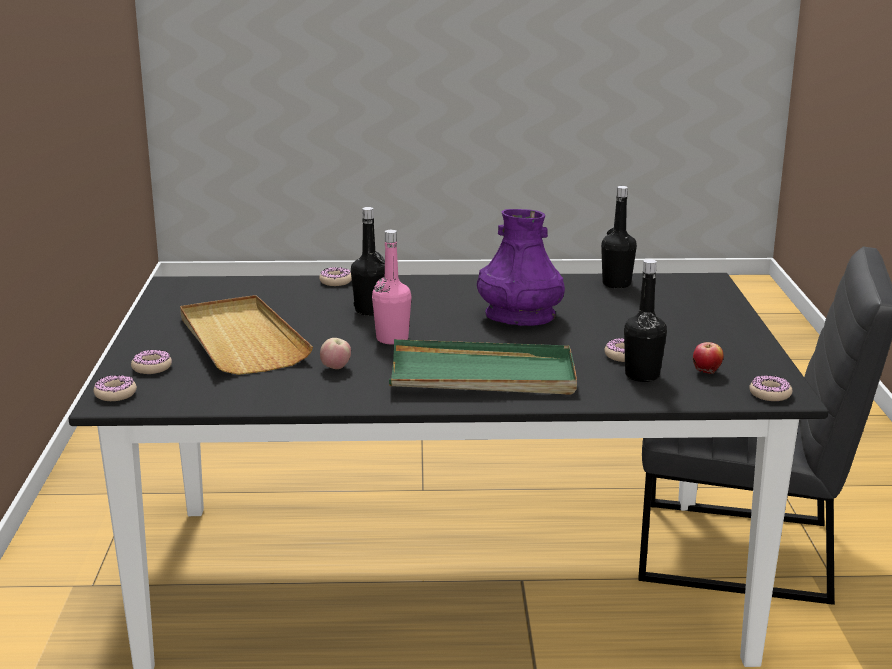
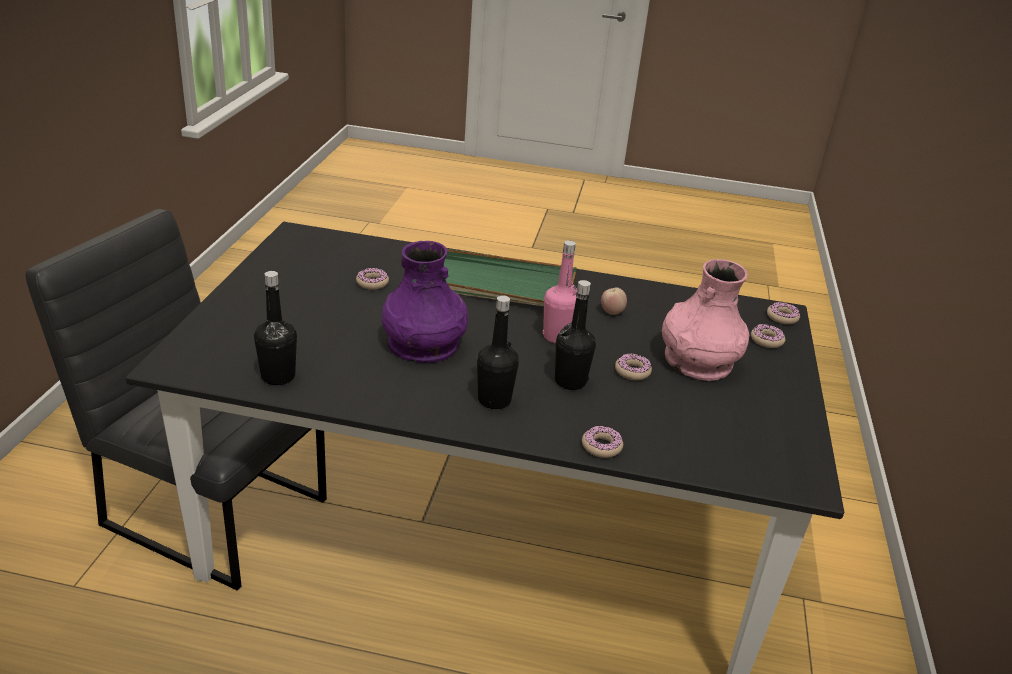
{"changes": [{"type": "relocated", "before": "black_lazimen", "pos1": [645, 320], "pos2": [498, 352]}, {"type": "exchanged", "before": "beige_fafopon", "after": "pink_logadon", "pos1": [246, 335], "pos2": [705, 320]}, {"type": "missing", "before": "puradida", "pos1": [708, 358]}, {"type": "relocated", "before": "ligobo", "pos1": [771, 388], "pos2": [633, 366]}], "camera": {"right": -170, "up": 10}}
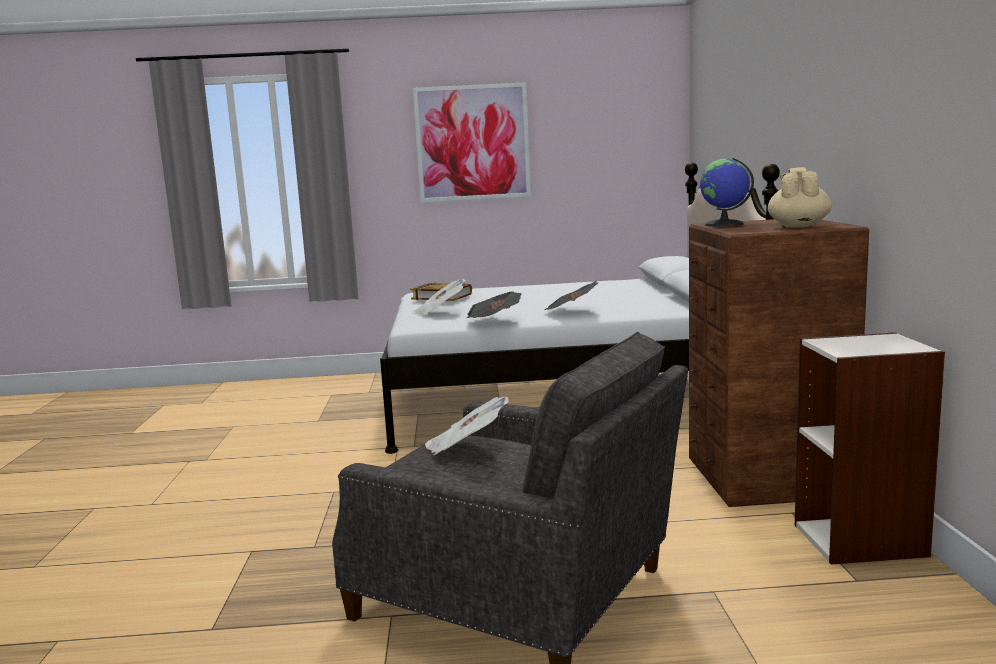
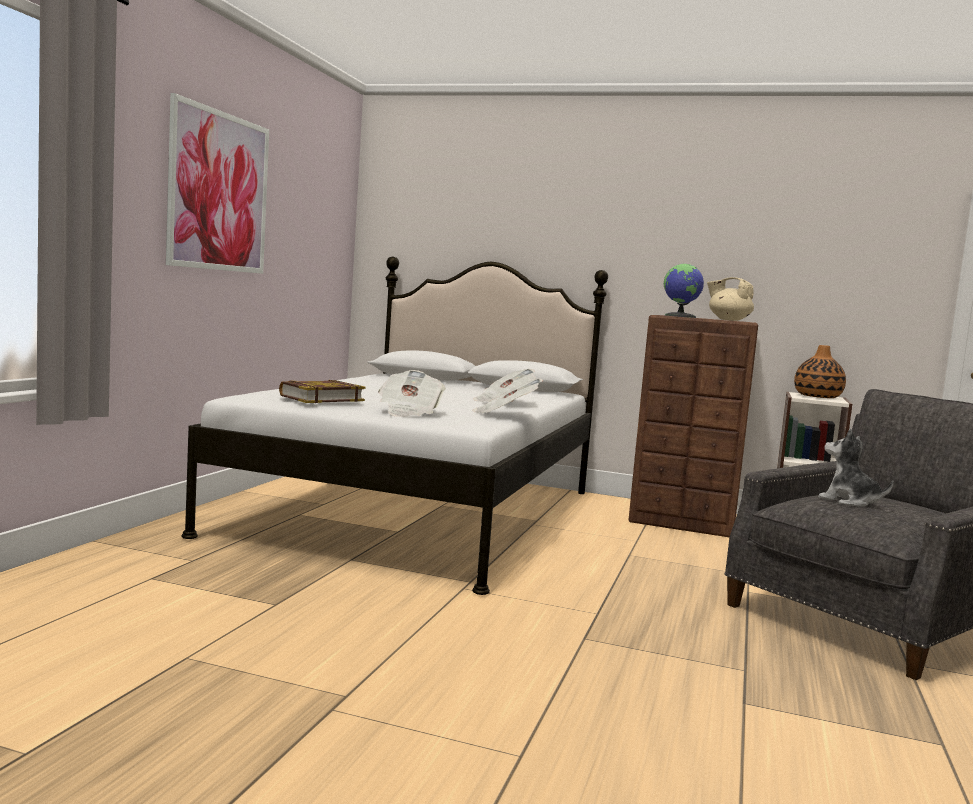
{"changes": [{"type": "exchanged", "before": "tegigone", "after": "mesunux", "pos1": [467, 426], "pos2": [856, 467]}, {"type": "appeared", "after": "logadon", "pos2": [820, 371]}], "camera": {"right": -70, "up": -5}}
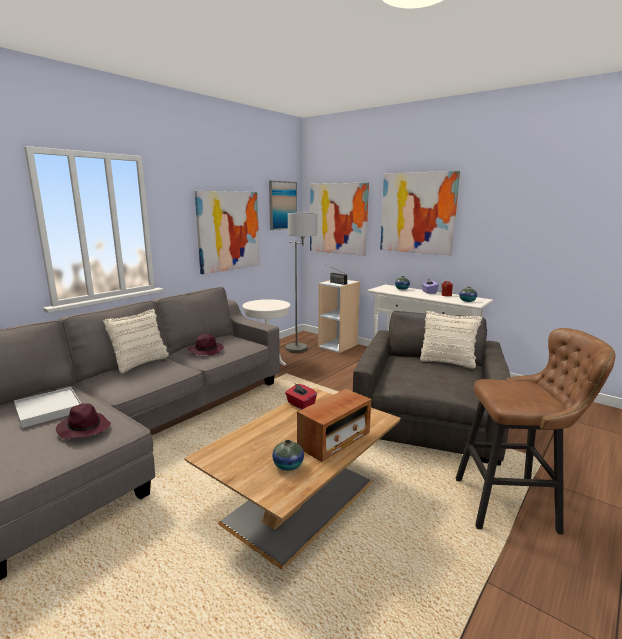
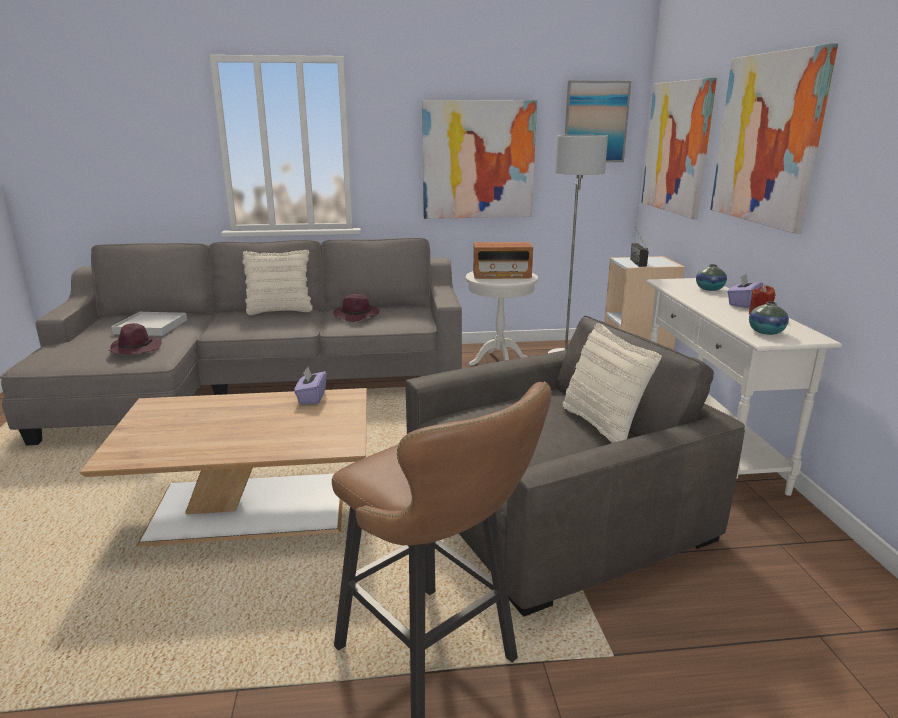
{"changes": [{"type": "colour", "before": "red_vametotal", "after": "purple_vametotal", "pos1": [301, 396], "pos2": [310, 385]}, {"type": "relocated", "before": "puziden", "pos1": [334, 425], "pos2": [503, 260]}, {"type": "missing", "before": "logadon", "pos1": [288, 455]}], "camera": {"right": 45, "up": 5}}
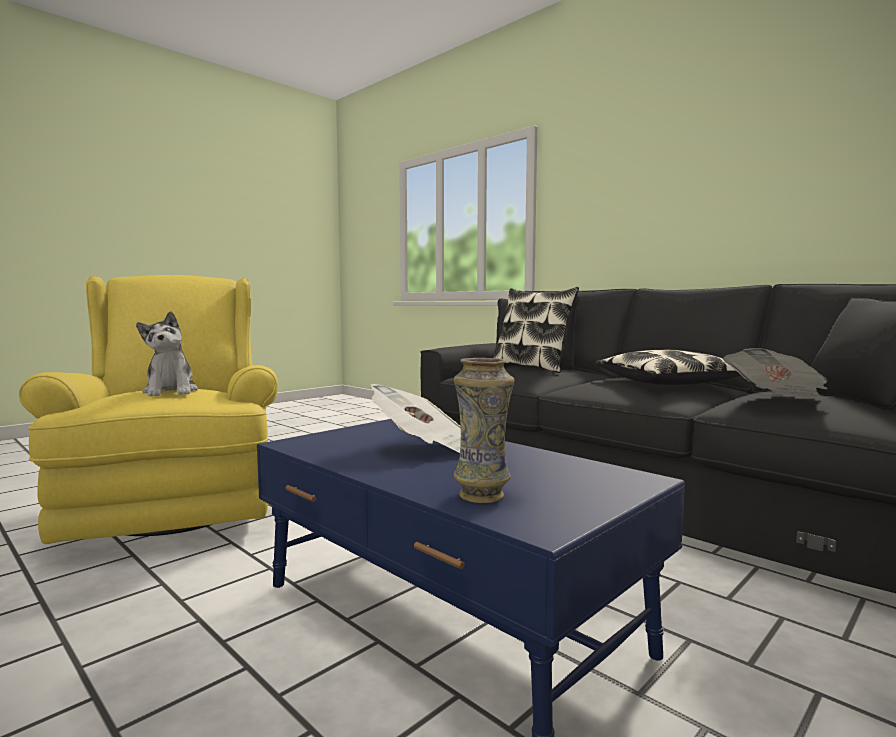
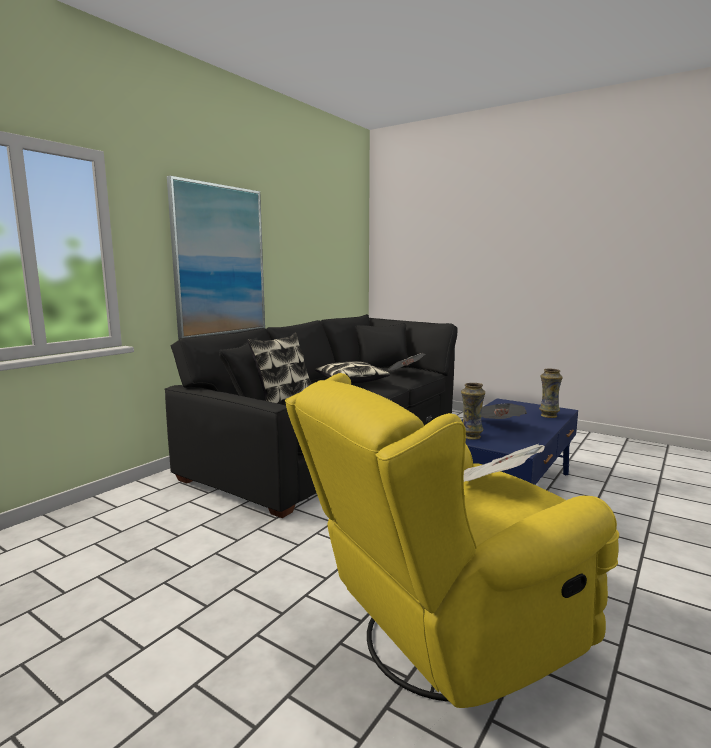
{"changes": [{"type": "exchanged", "before": "mesunux", "after": "tegigone", "pos1": [167, 353], "pos2": [504, 463]}, {"type": "appeared", "after": "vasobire", "pos2": [216, 257]}, {"type": "appeared", "after": "logadon", "pos2": [473, 411]}], "camera": {"right": -100, "up": 5}}
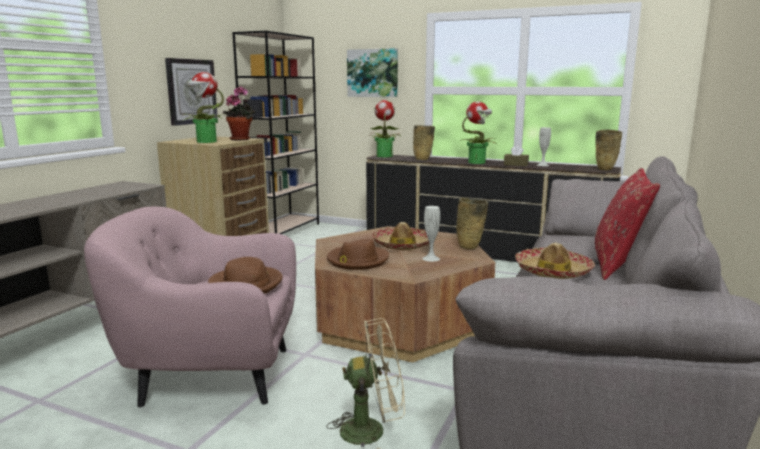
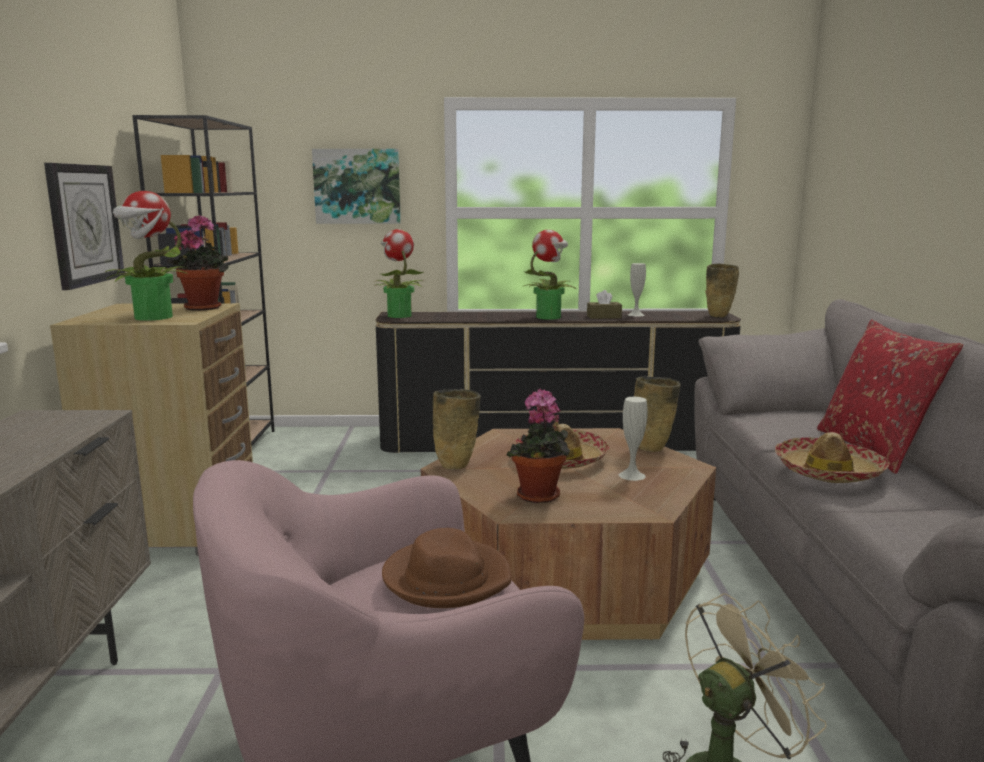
{"changes": [{"type": "relocated", "before": "beige_logadon", "pos1": [424, 142], "pos2": [457, 429]}, {"type": "exchanged", "before": "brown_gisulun", "after": "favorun", "pos1": [358, 254], "pos2": [538, 446]}], "camera": {"right": -25, "up": 0}}
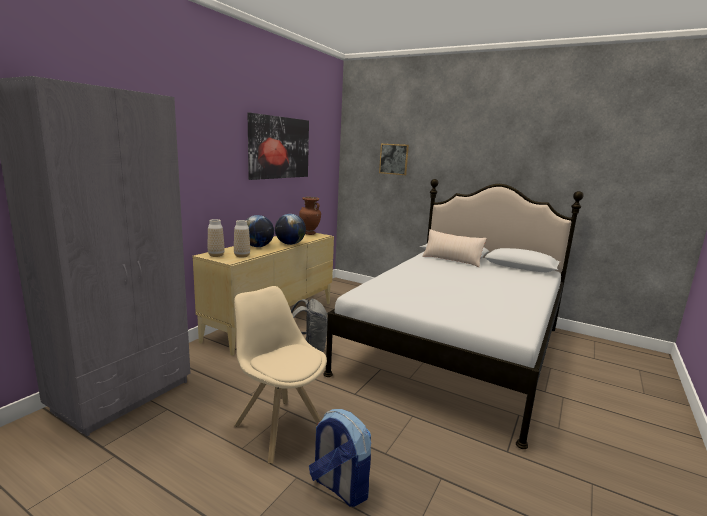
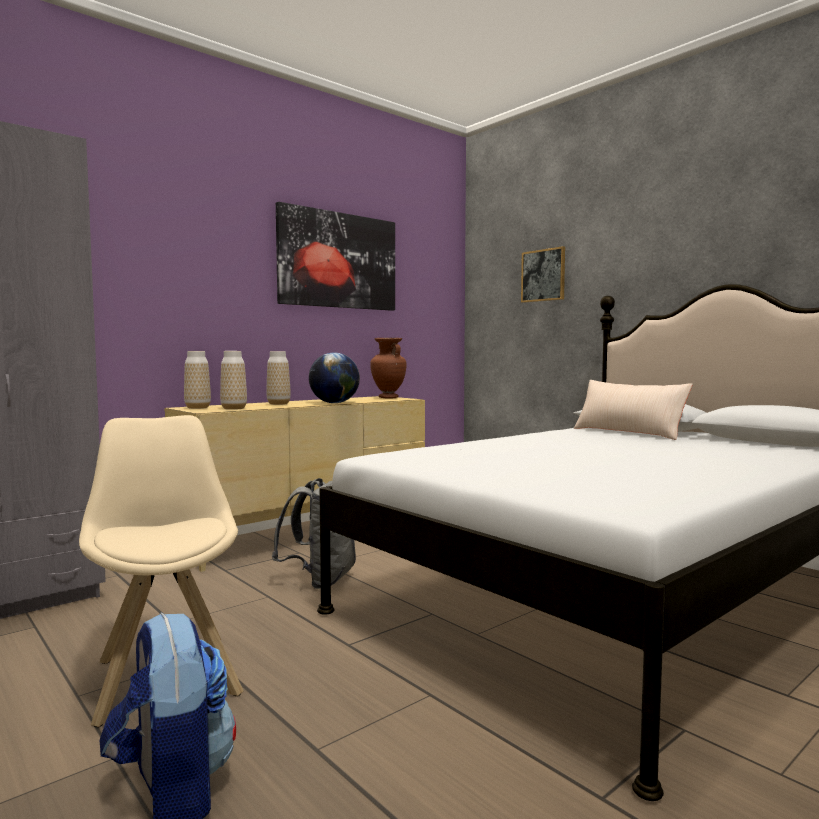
{"changes": [{"type": "exchanged", "before": "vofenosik", "after": "logadon", "pos1": [260, 231], "pos2": [278, 378]}], "camera": {"right": 20, "up": -10}}
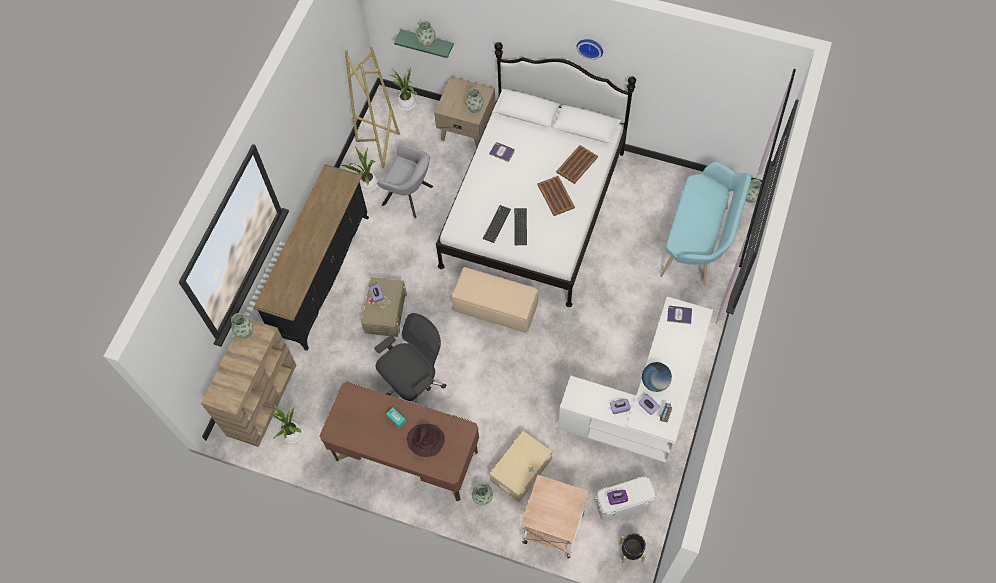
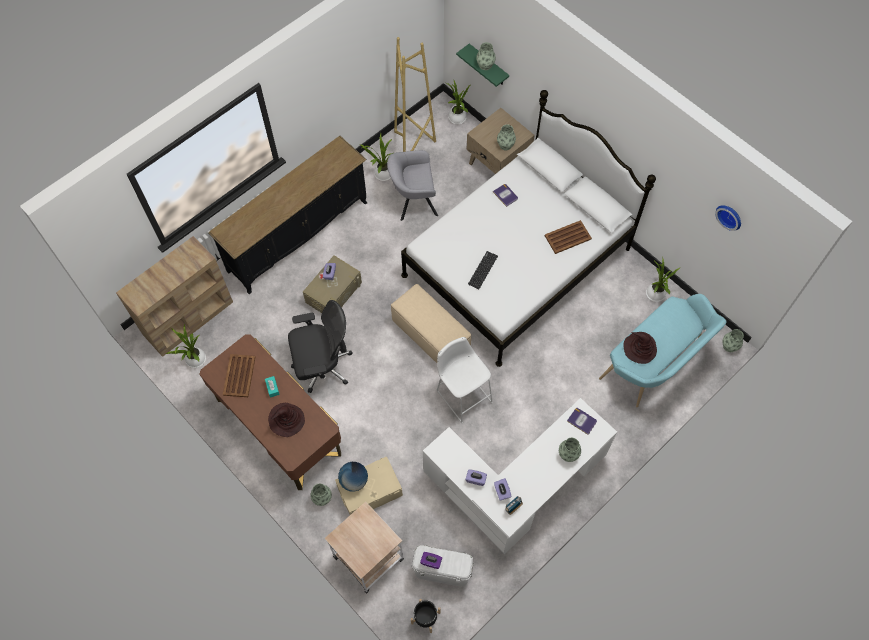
{"changes": [{"type": "relocated", "before": "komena", "pos1": [590, 49], "pos2": [728, 218]}, {"type": "spun", "before": "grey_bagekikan", "pos1": [405, 181], "pos2": [412, 185], "turn": 120}, {"type": "relocated", "before": "brown_fafopon", "pos1": [556, 196], "pos2": [239, 375]}, {"type": "missing", "before": "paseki", "pos1": [497, 224]}, {"type": "relocated", "before": "logadon", "pos1": [242, 325], "pos2": [570, 450]}, {"type": "relocated", "before": "vofenosik", "pos1": [657, 377], "pos2": [353, 477]}, {"type": "appeared", "after": "favorun", "pos2": [663, 280]}, {"type": "appeared", "after": "brown_gisulun", "pos2": [640, 348]}, {"type": "appeared", "after": "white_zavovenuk", "pos2": [464, 380]}], "camera": {"right": 25, "up": 0}}
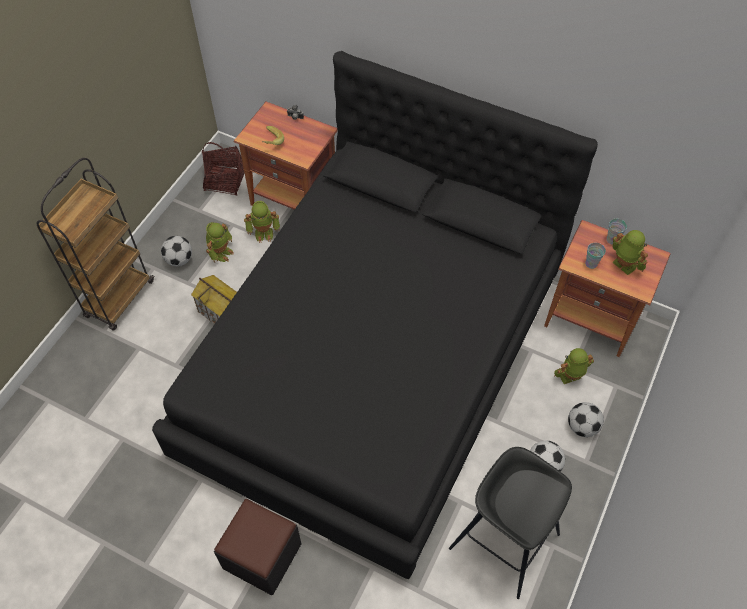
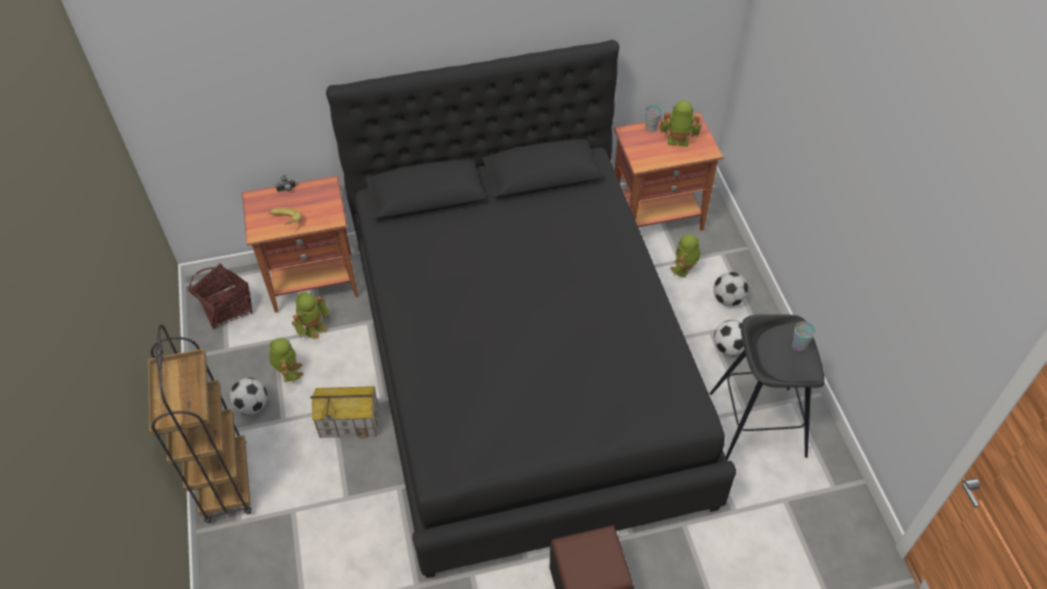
{"changes": [{"type": "relocated", "before": "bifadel", "pos1": [595, 256], "pos2": [804, 336]}], "camera": {"right": -40, "up": -5}}
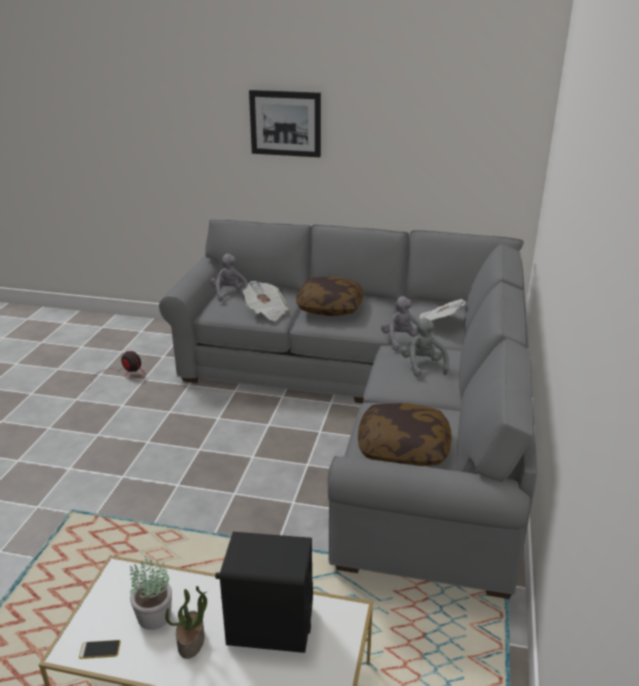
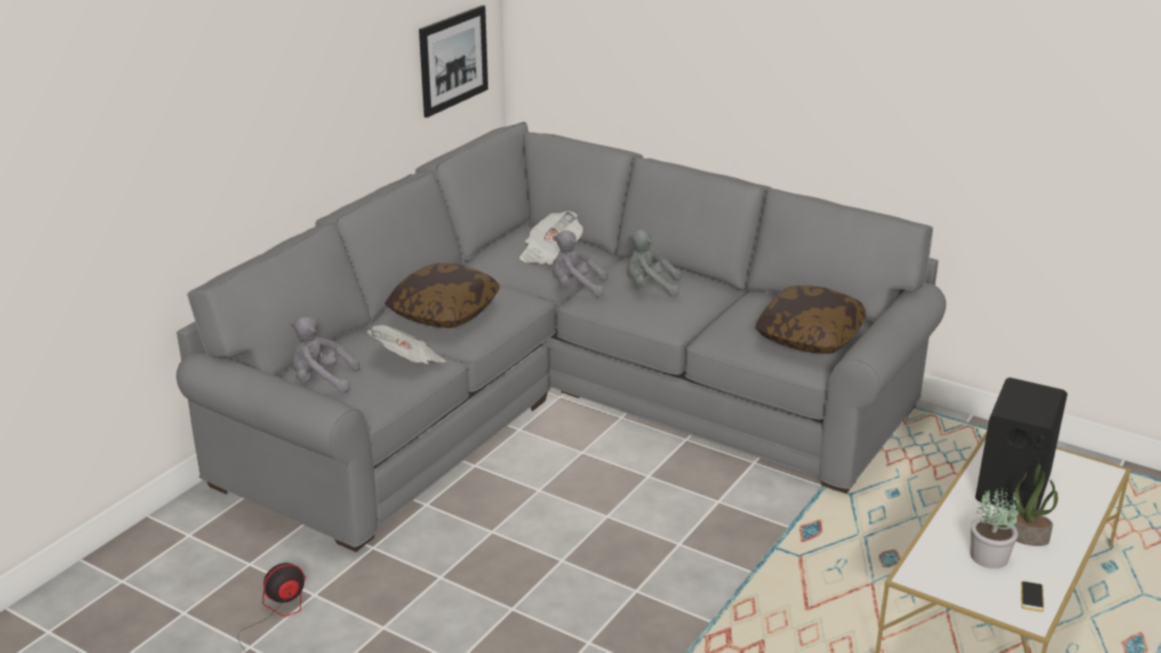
{"changes": [{"type": "relocated", "before": "vasobire", "pos1": [285, 123], "pos2": [453, 61]}], "camera": {"right": -70, "up": 0}}
